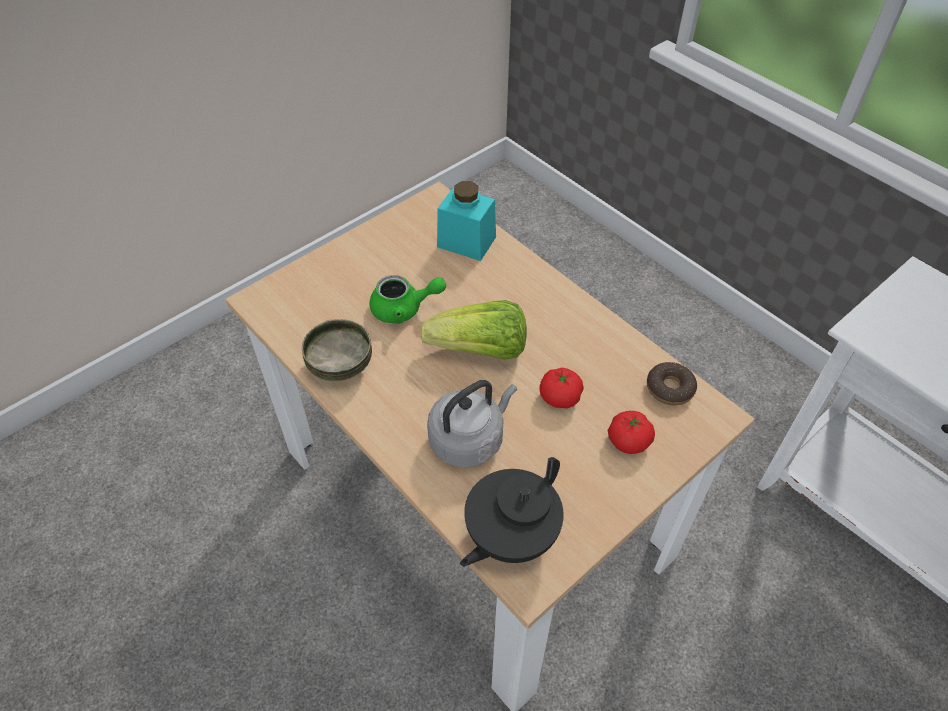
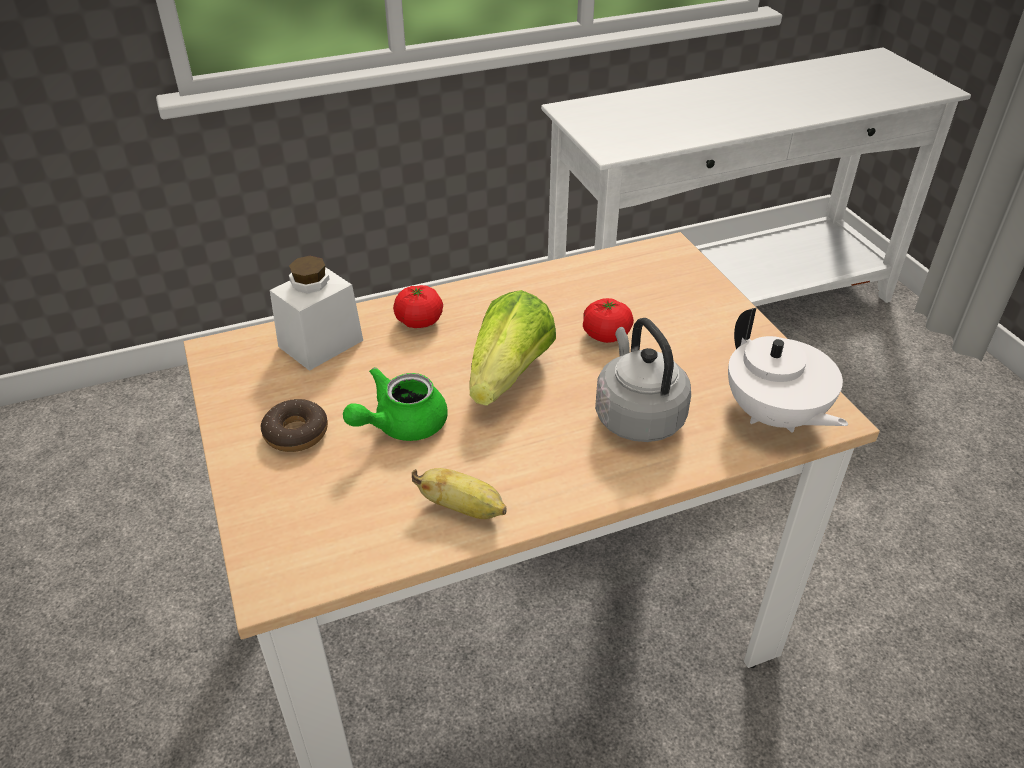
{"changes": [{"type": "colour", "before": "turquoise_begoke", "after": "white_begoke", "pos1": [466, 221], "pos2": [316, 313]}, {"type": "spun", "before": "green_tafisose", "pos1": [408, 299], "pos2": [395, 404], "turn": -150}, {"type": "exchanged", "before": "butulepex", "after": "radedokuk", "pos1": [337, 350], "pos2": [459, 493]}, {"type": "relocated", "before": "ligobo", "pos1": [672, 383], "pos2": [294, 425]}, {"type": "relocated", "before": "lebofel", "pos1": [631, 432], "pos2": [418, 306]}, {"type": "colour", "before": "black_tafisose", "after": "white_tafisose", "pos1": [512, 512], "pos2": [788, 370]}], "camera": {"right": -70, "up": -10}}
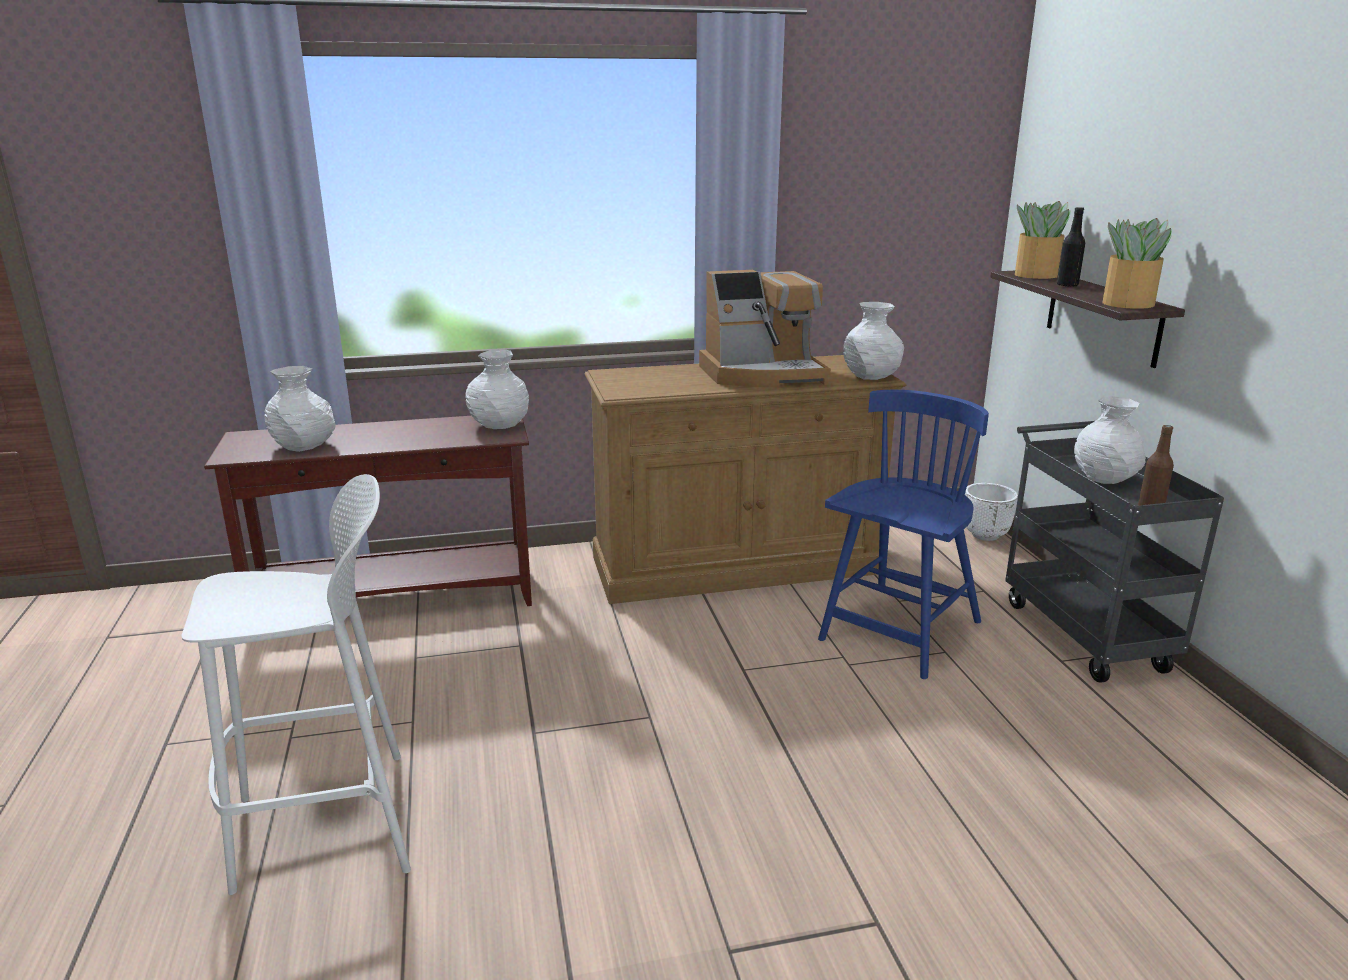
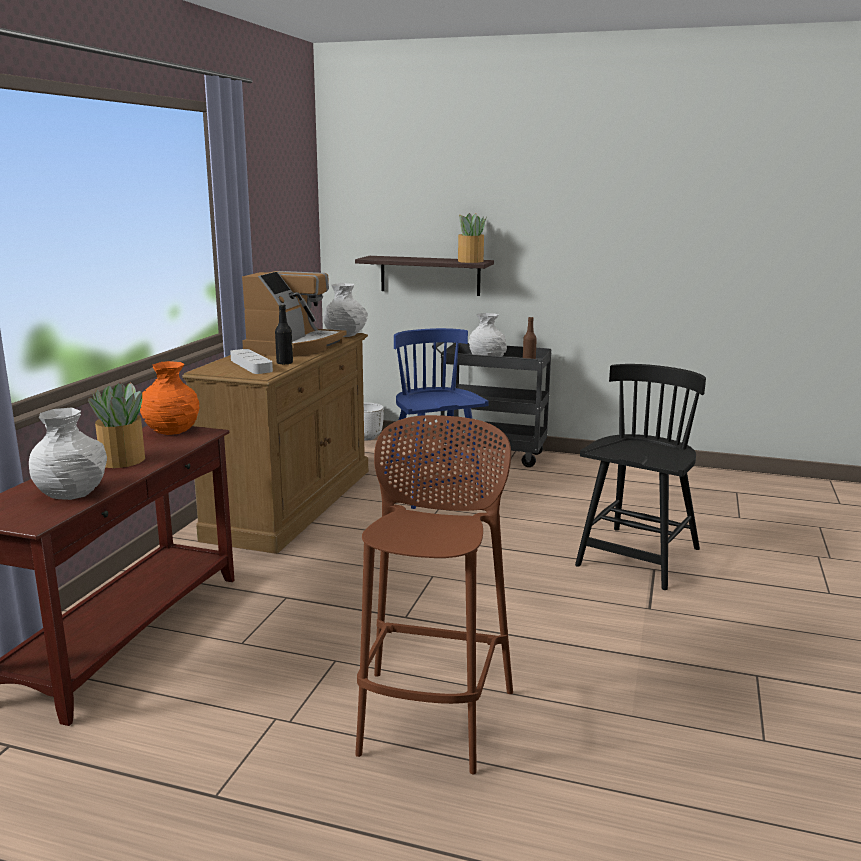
{"changes": [{"type": "relocated", "before": "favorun", "pos1": [1043, 240], "pos2": [116, 425]}, {"type": "relocated", "before": "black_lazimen", "pos1": [1071, 247], "pos2": [284, 334]}, {"type": "colour", "before": "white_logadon", "after": "orange_logadon", "pos1": [497, 389], "pos2": [170, 398]}, {"type": "colour", "before": "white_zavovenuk", "after": "brown_zavovenuk", "pos1": [296, 684], "pos2": [434, 594]}, {"type": "appeared", "after": "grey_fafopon", "pos2": [251, 361]}, {"type": "appeared", "after": "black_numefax", "pos2": [640, 477]}], "camera": {"right": -60, "up": -5}}
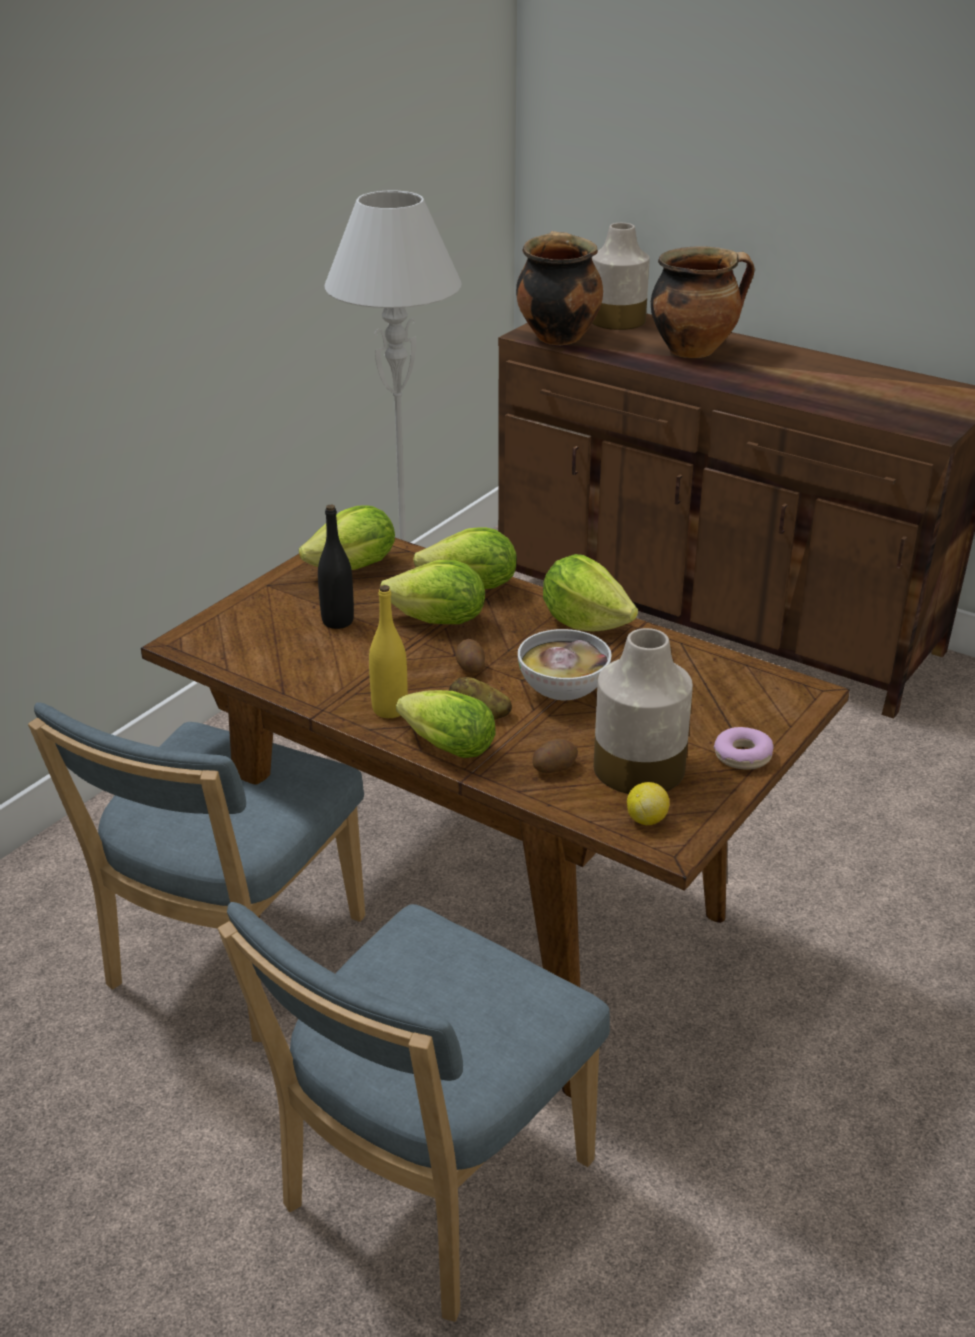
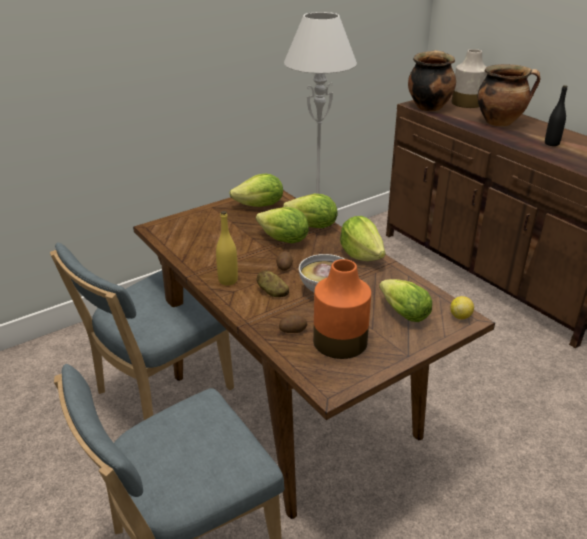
{"changes": [{"type": "relocated", "before": "black_lazimen", "pos1": [336, 566], "pos2": [556, 115]}, {"type": "colour", "before": "beige_logadon", "after": "orange_logadon", "pos1": [643, 711], "pos2": [342, 309]}, {"type": "relocated", "before": "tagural", "pos1": [446, 724], "pos2": [405, 300]}, {"type": "missing", "before": "ligobo", "pos1": [744, 748]}, {"type": "relocated", "before": "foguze", "pos1": [648, 803], "pos2": [462, 307]}], "camera": {"right": 20, "up": 0}}
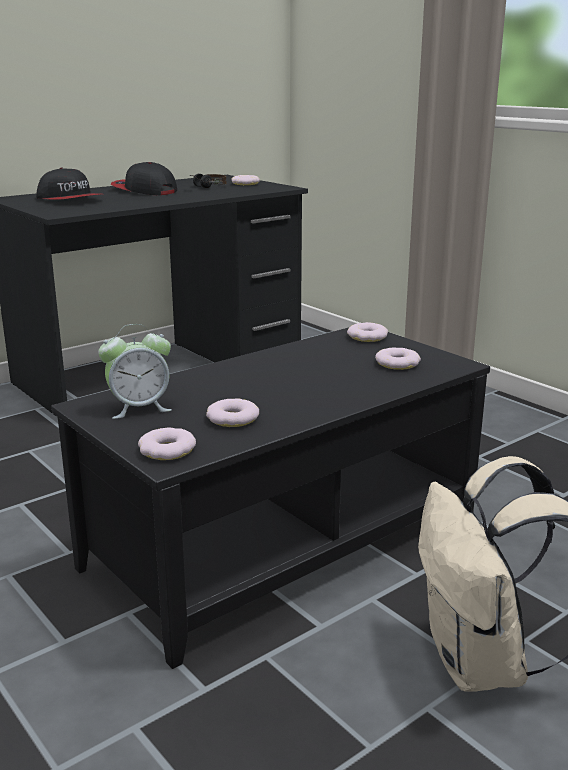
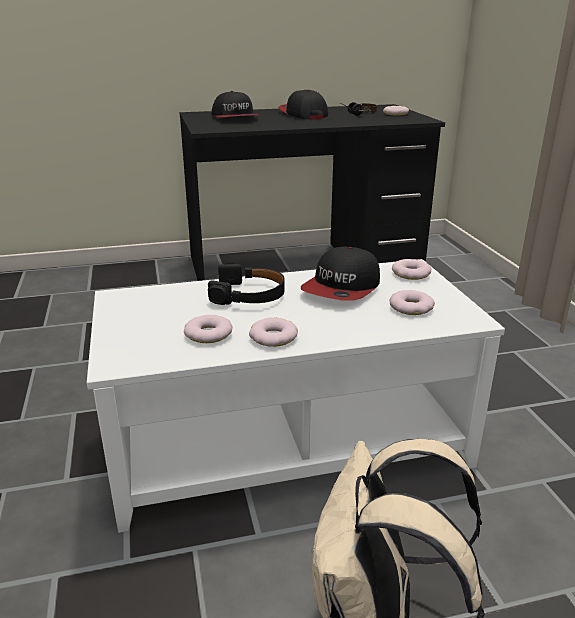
{"changes": [{"type": "missing", "before": "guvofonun", "pos1": [135, 371]}, {"type": "colour", "before": "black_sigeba", "after": "white_sigeba", "pos1": [270, 498], "pos2": [296, 396]}, {"type": "relocated", "before": "ligobo", "pos1": [167, 444], "pos2": [273, 332]}, {"type": "appeared", "after": "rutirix", "pos2": [340, 274]}, {"type": "appeared", "after": "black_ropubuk", "pos2": [246, 284]}], "camera": {"right": 25, "up": 5}}
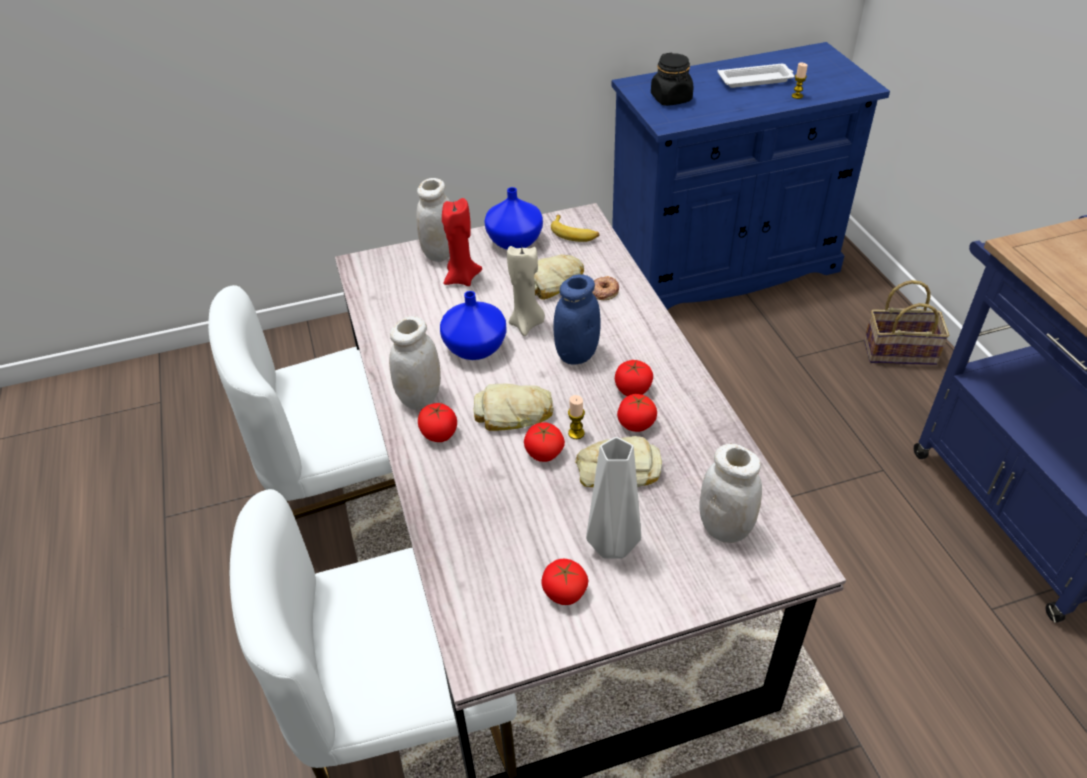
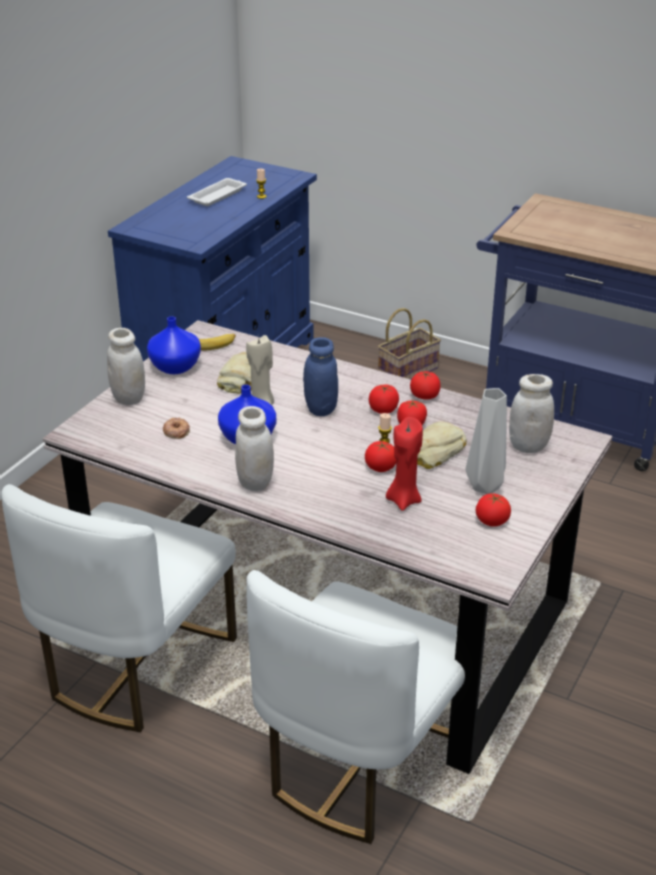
{"changes": [{"type": "missing", "before": "black_begoke", "pos1": [672, 79]}, {"type": "relocated", "before": "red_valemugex", "pos1": [462, 242], "pos2": [404, 464]}, {"type": "relocated", "before": "ligobo", "pos1": [605, 288], "pos2": [176, 428]}, {"type": "missing", "before": "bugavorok", "pos1": [513, 407]}, {"type": "relocated", "before": "lebofel", "pos1": [437, 422], "pos2": [425, 385]}], "camera": {"right": -45, "up": -10}}
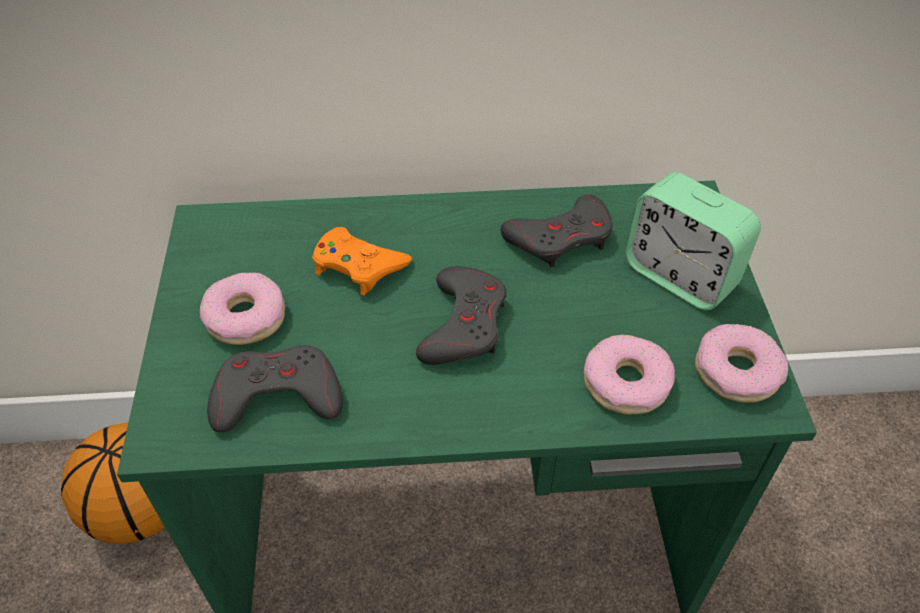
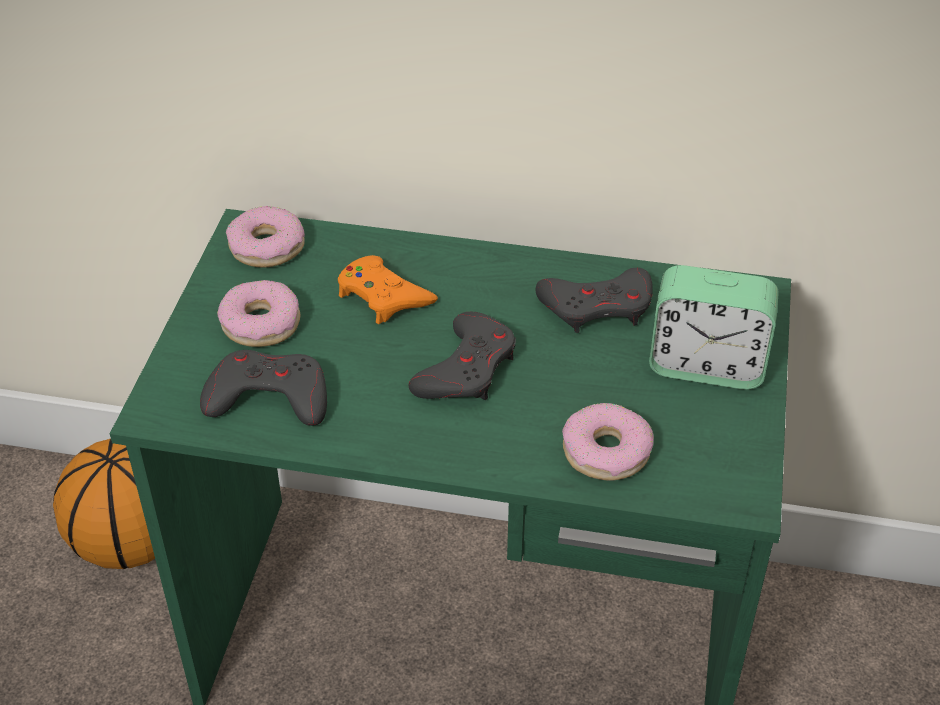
{"changes": [{"type": "spun", "before": "guvofonun", "pos1": [693, 241], "pos2": [714, 327], "turn": -45}, {"type": "relocated", "before": "ligobo", "pos1": [741, 363], "pos2": [265, 236]}], "camera": {"right": 15, "up": -5}}
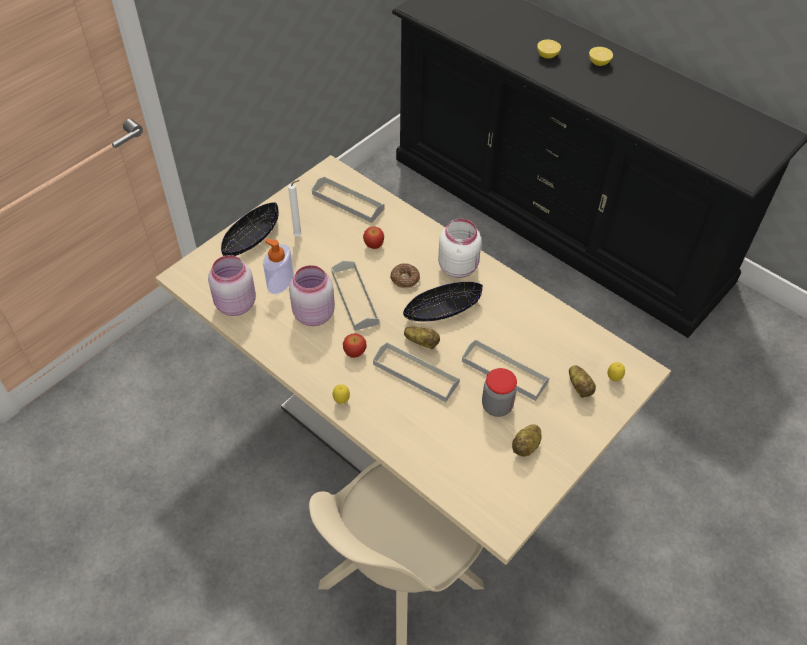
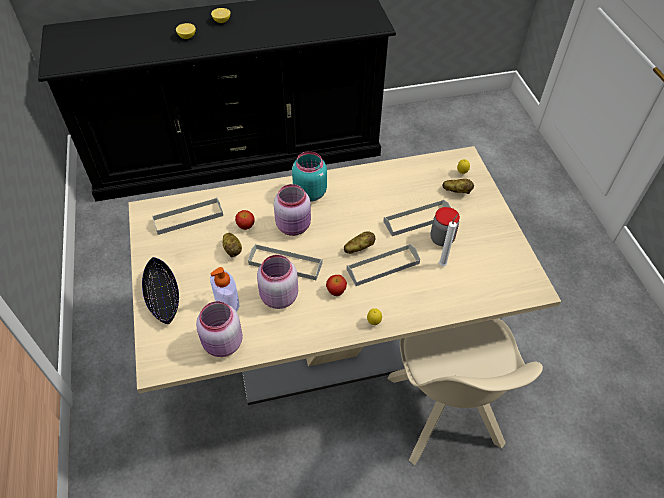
{"changes": [{"type": "relocated", "before": "white_valemugex", "pos1": [295, 208], "pos2": [448, 240]}, {"type": "colour", "before": "white_begoke", "after": "turquoise_begoke", "pos1": [459, 248], "pos2": [309, 176]}, {"type": "exchanged", "before": "ligobo", "after": "pink_begoke", "pos1": [405, 275], "pos2": [292, 210]}, {"type": "missing", "before": "black_butulepex", "pos1": [443, 302]}, {"type": "relocated", "before": "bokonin", "pos1": [526, 440], "pos2": [232, 245]}], "camera": {"right": -55, "up": 0}}
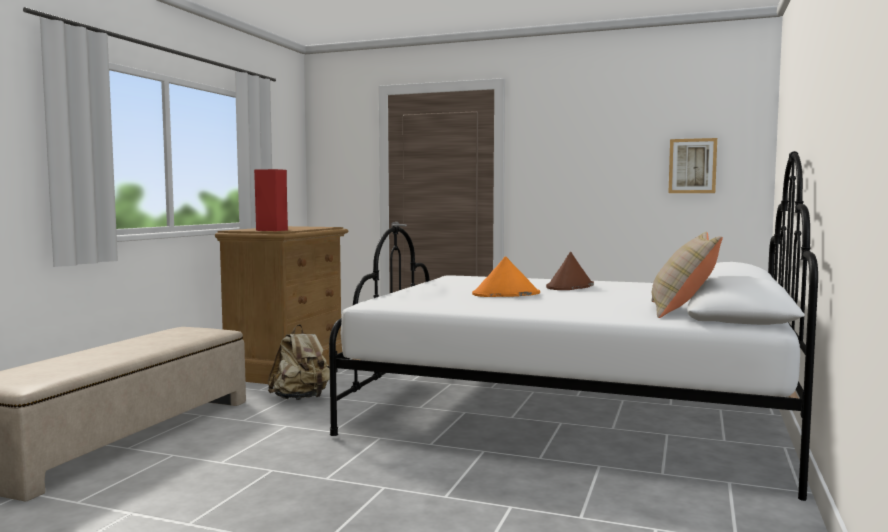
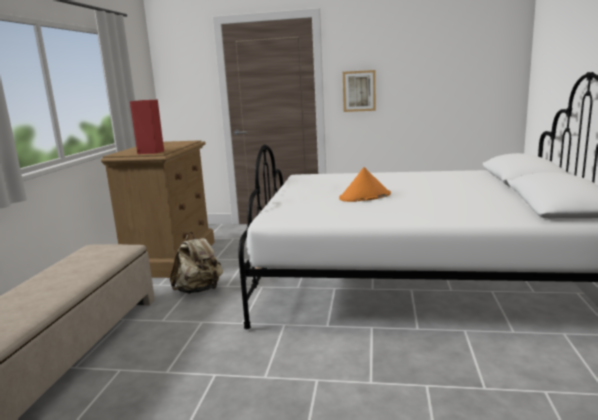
{"changes": [{"type": "relocated", "before": "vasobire", "pos1": [692, 165], "pos2": [359, 91]}, {"type": "missing", "before": "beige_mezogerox", "pos1": [687, 275]}, {"type": "missing", "before": "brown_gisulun", "pos1": [570, 271]}], "camera": {"right": -10, "up": 10}}
